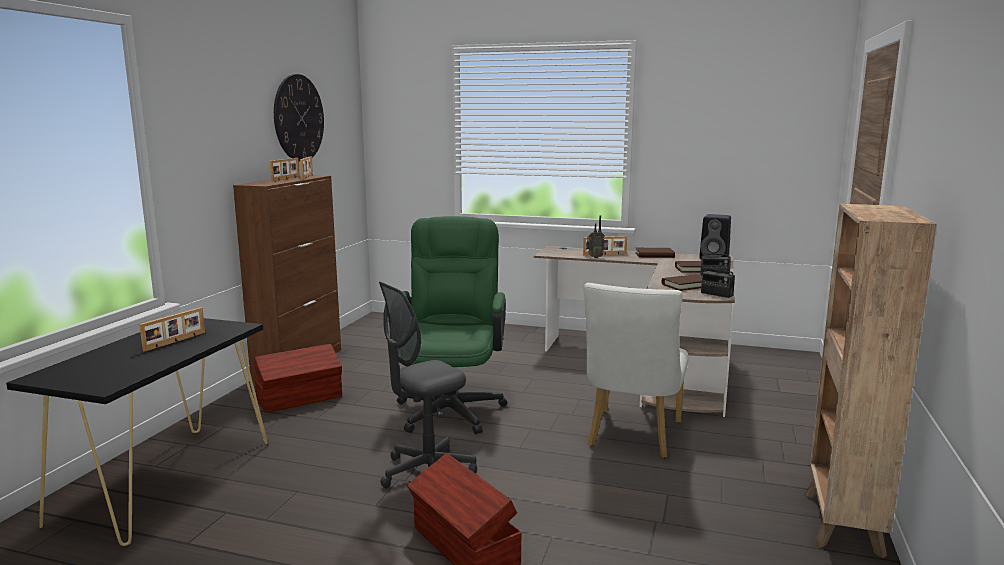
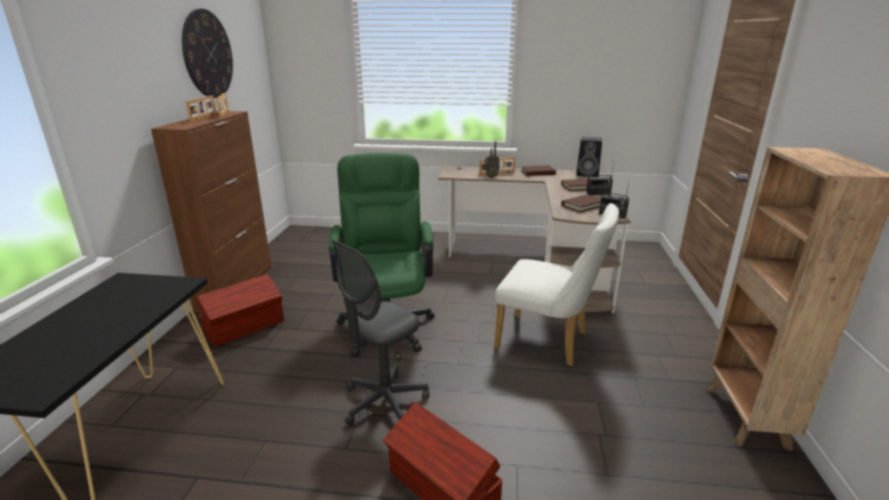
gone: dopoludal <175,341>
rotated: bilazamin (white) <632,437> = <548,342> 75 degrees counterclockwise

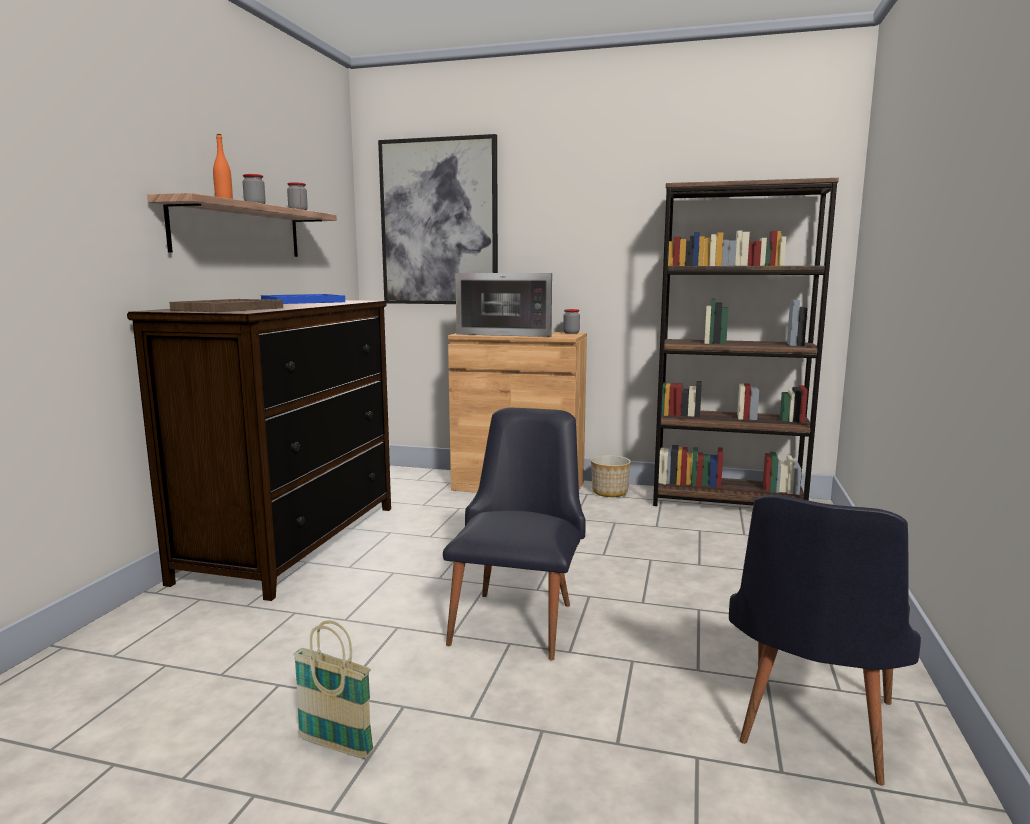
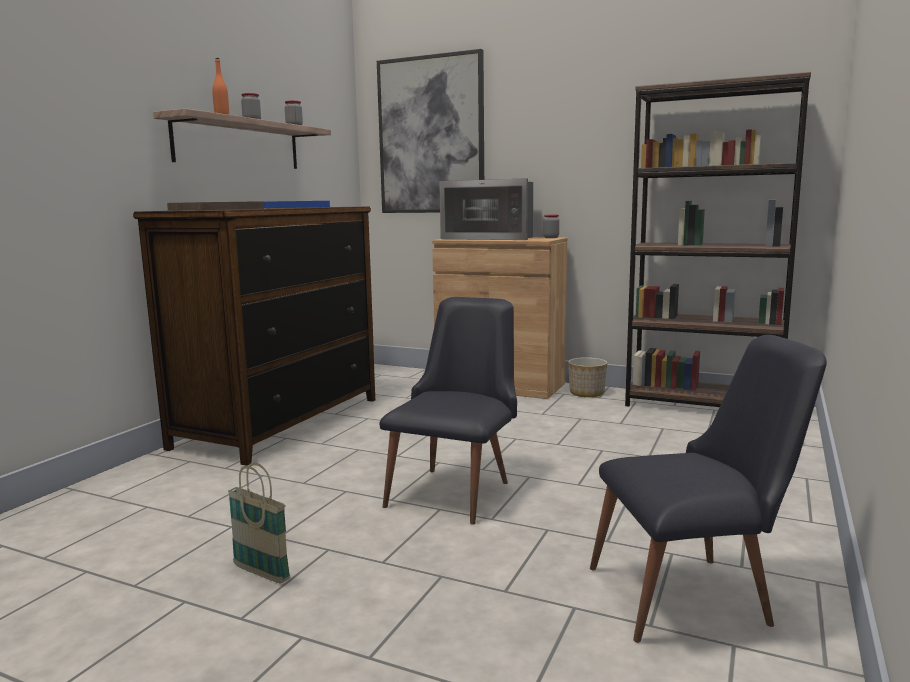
rotated: bilazamin (black) <810,730> = <695,596> 135 degrees counterclockwise

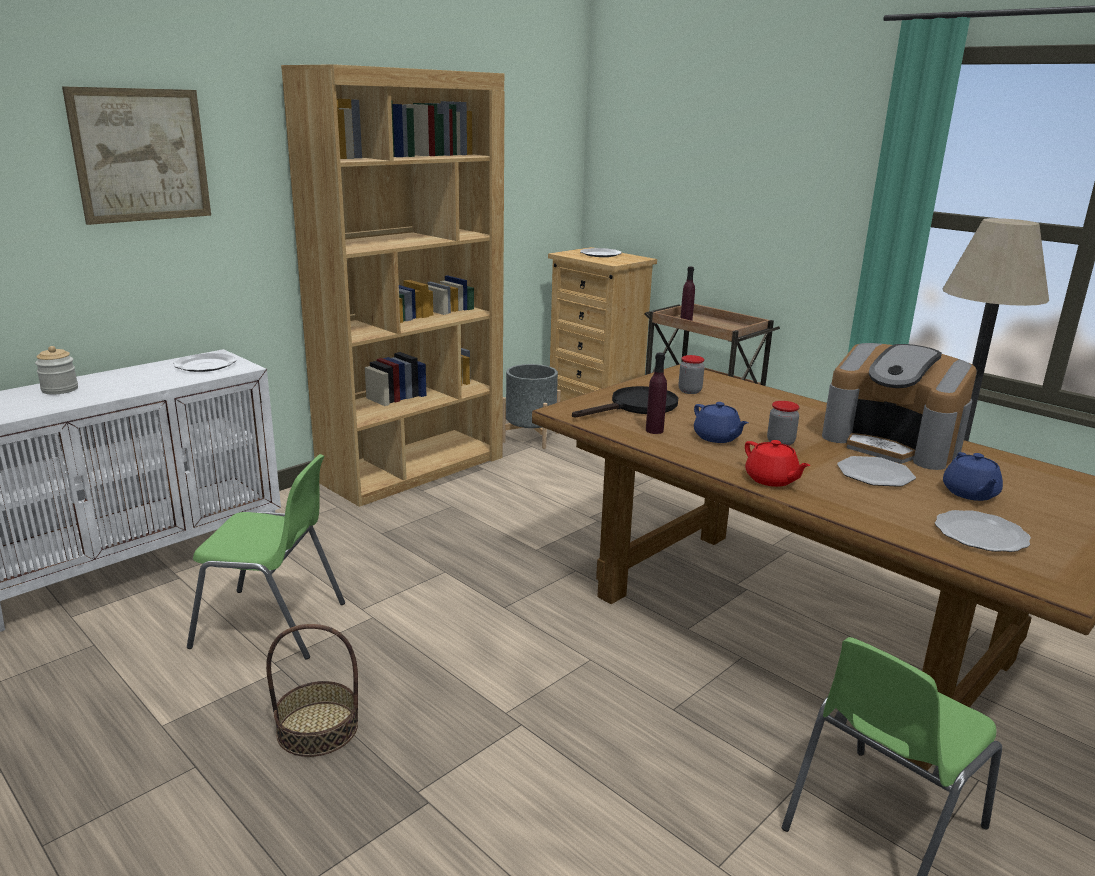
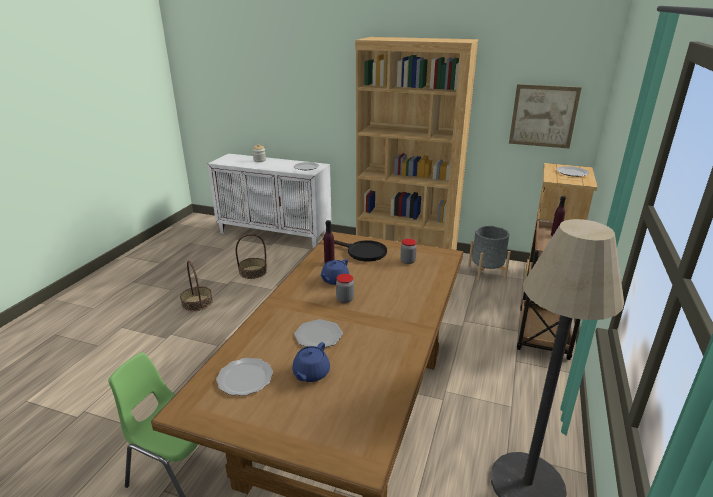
gone: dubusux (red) <771,480>; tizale <892,443>
shifted: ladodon <141,155> to <543,116>
swapped: bilazamin (green) <272,625> to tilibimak <253,272>
rotated: dubusux (blue) <970,493> = <310,373> 45 degrees counterclockwise

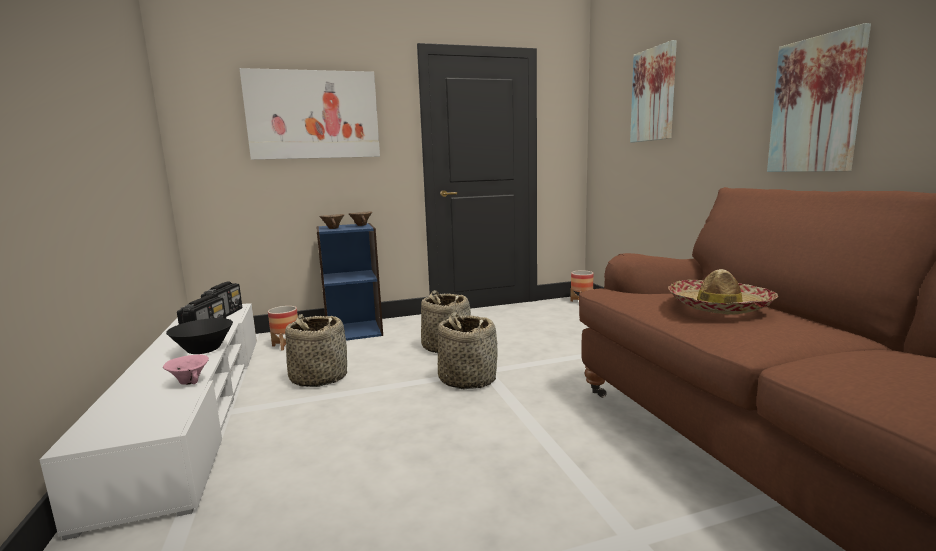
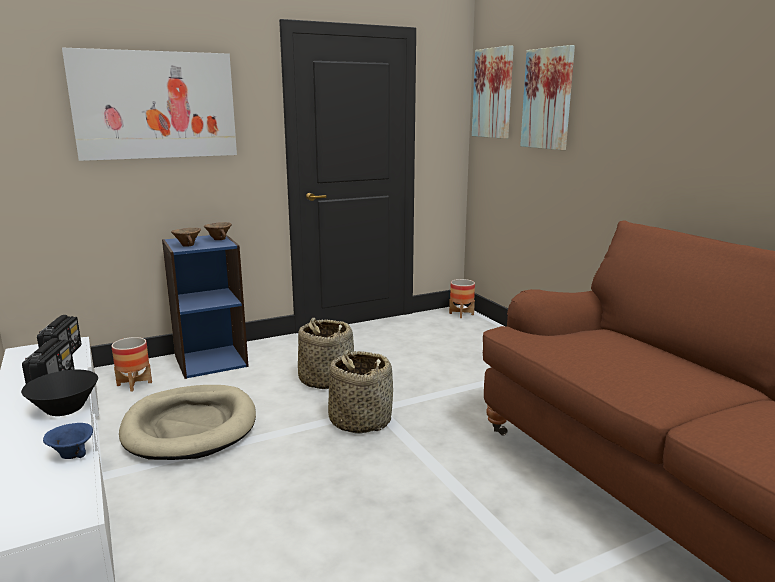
gone: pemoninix <719,306>
shifted: ladodon <816,105> to <493,93>
swapped: tilibimak <318,378> to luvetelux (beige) <190,426>
repainted: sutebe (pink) <189,382> to sutebe (blue) <71,455>

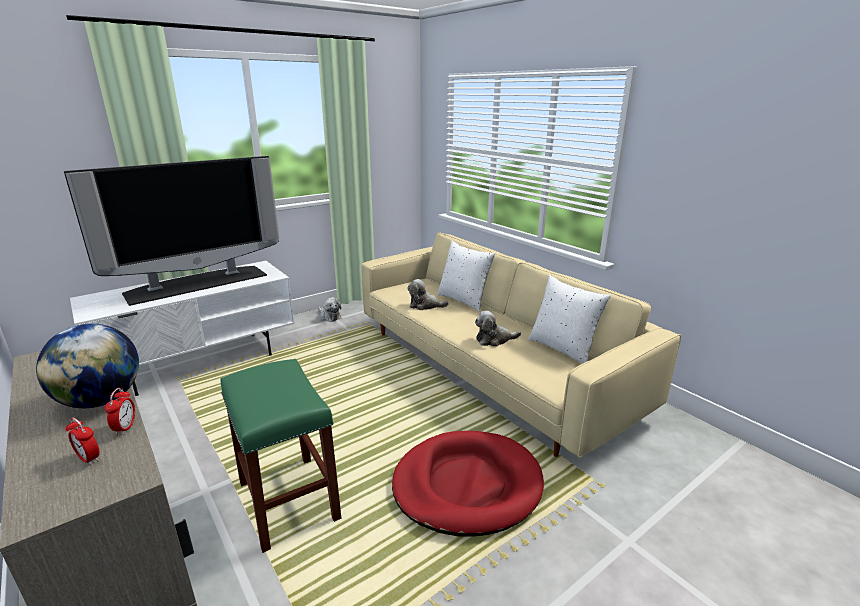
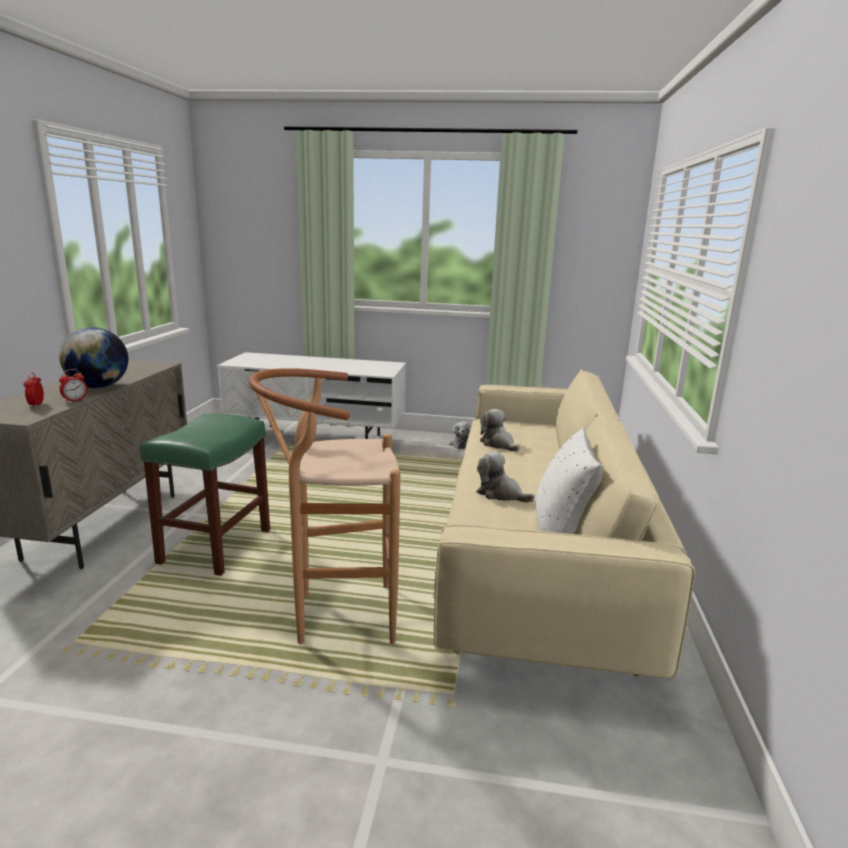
gone: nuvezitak <197,283>; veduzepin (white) <463,300>
swapped: luvetelux (red) <467,485> to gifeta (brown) <334,616>

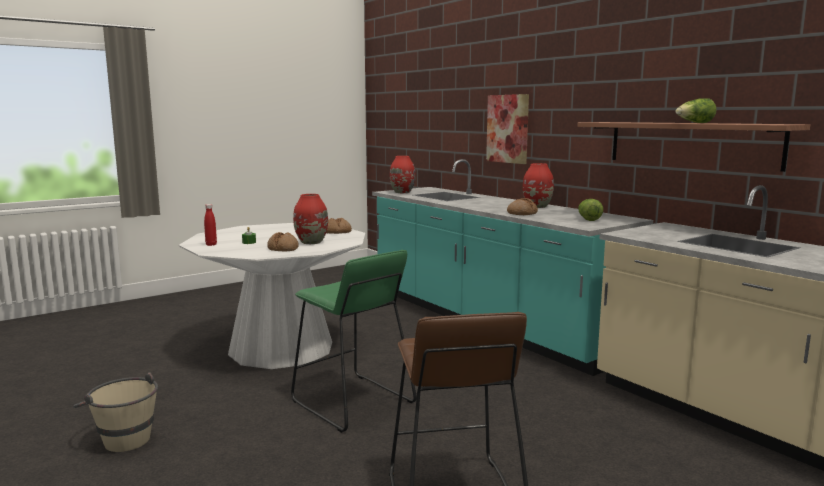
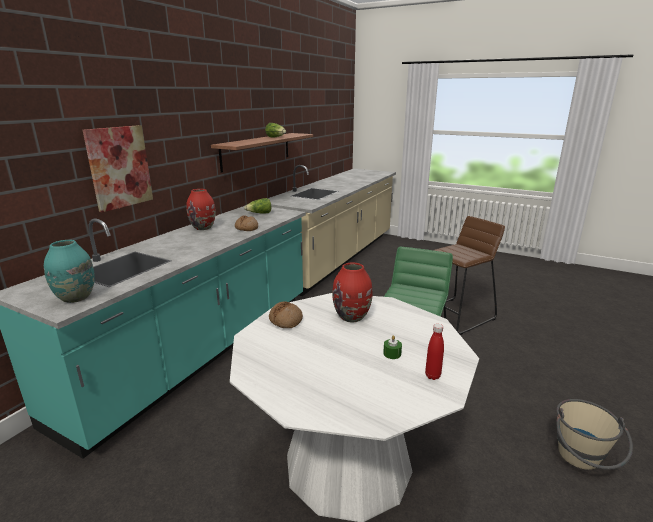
gone: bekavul <283,248>
repainted: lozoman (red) <402,192> to lozoman (turquoise) <75,298>

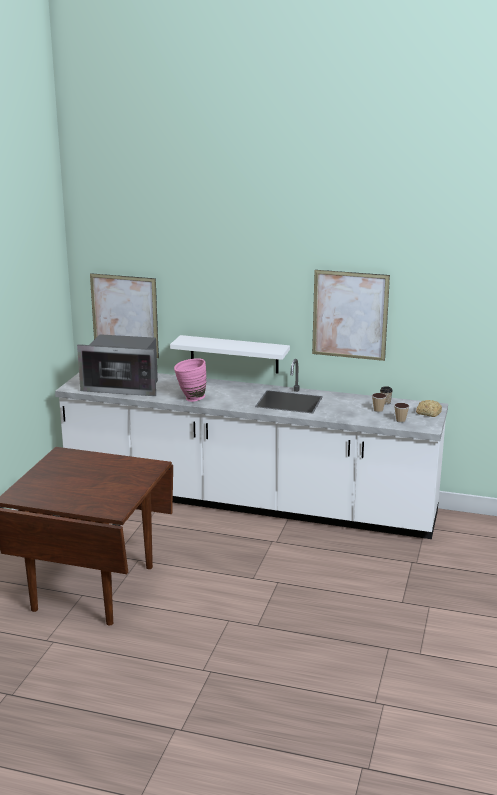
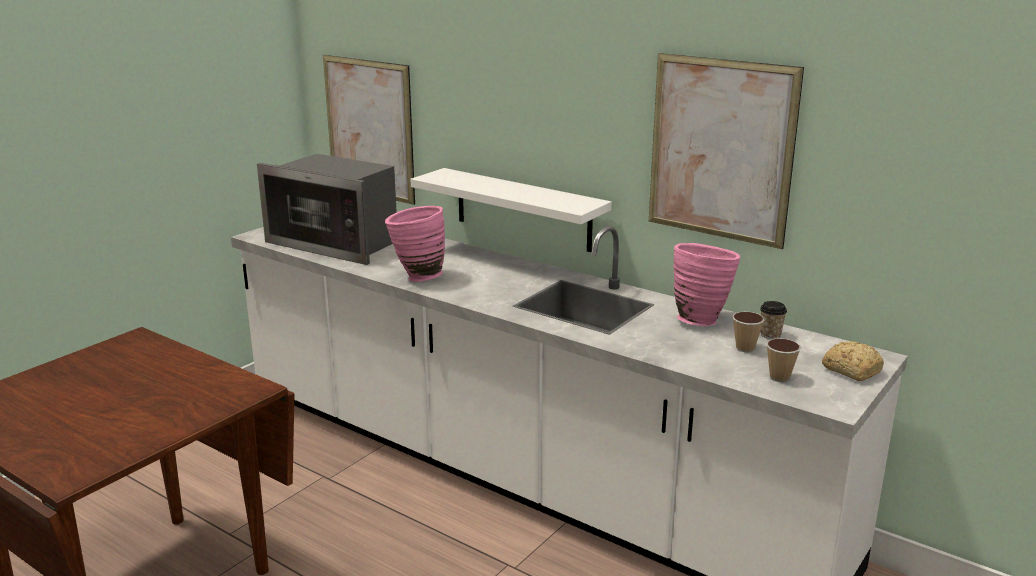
new: lozoman (pink) <700,319>

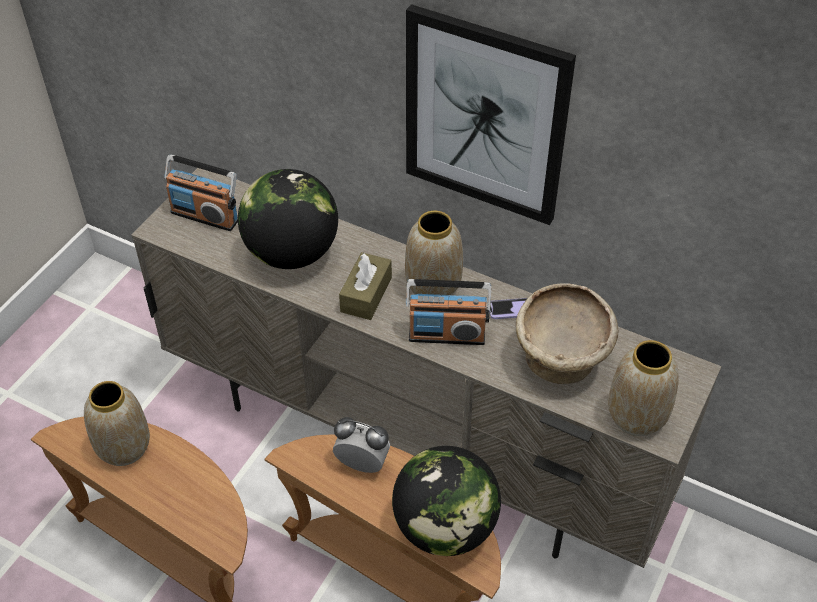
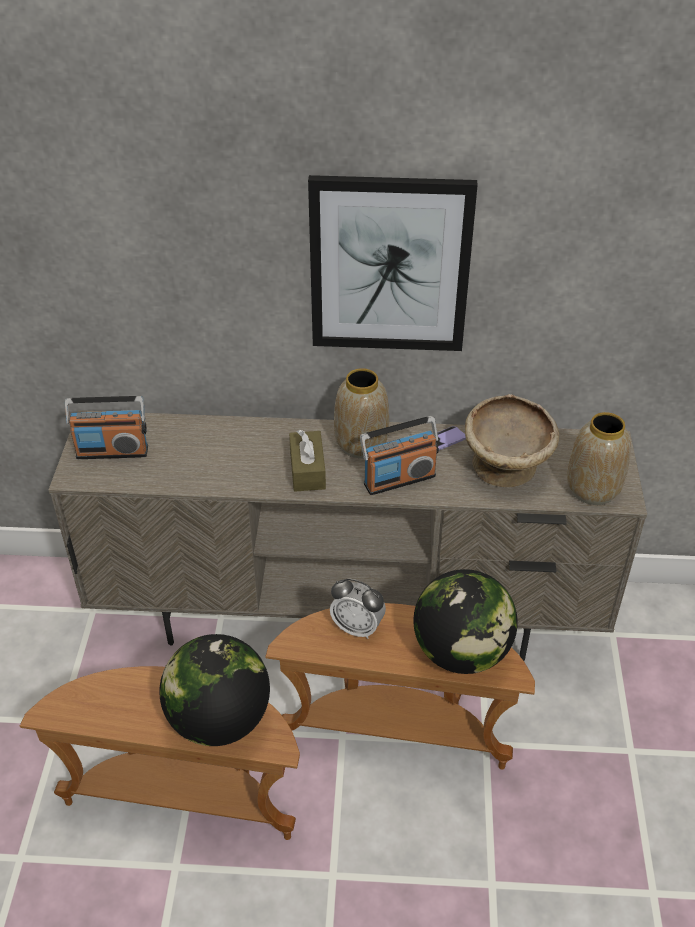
gone: lozoman <123,448>
shifted: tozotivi <292,253> to <219,720>
rotated: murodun <362,464> = <357,627> 150 degrees counterclockwise

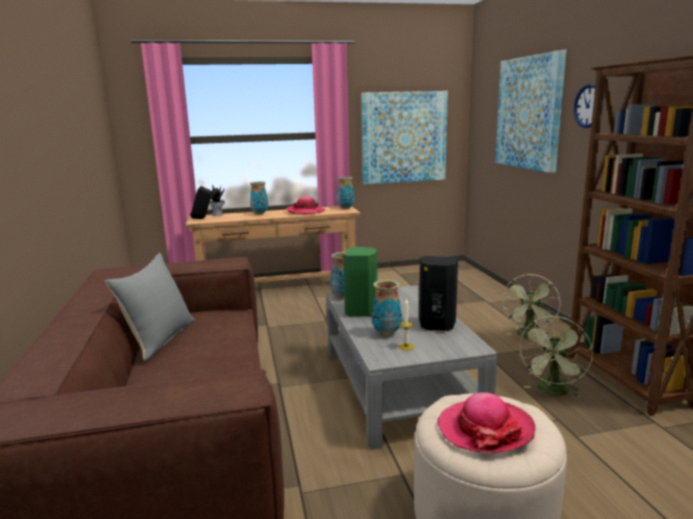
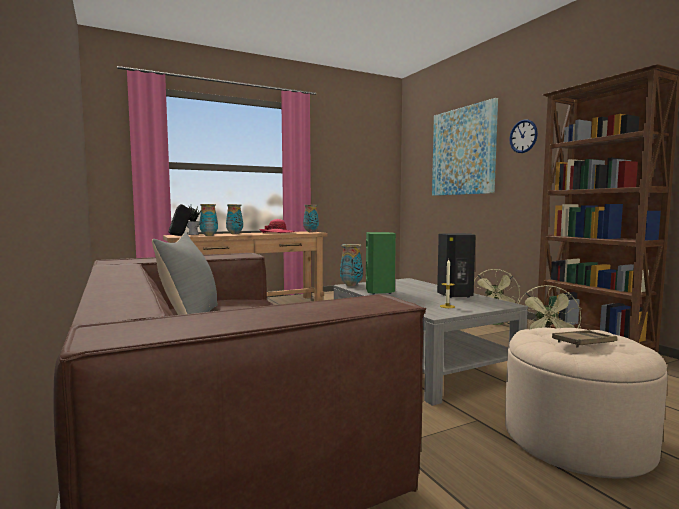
gone: ladodon <404,137>
shifted: lozoman <386,333> to <208,235>
swapped: pemoninix <485,428> to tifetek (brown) <584,343>

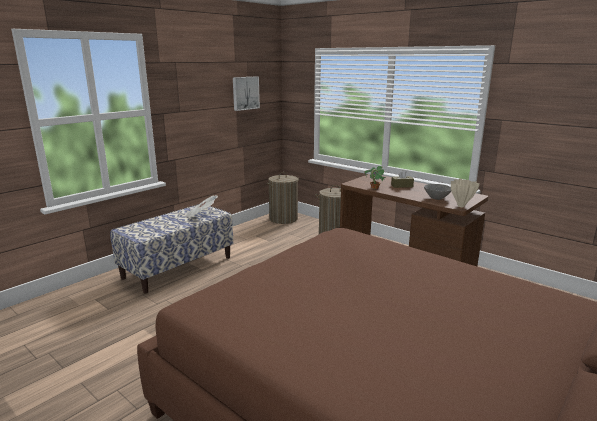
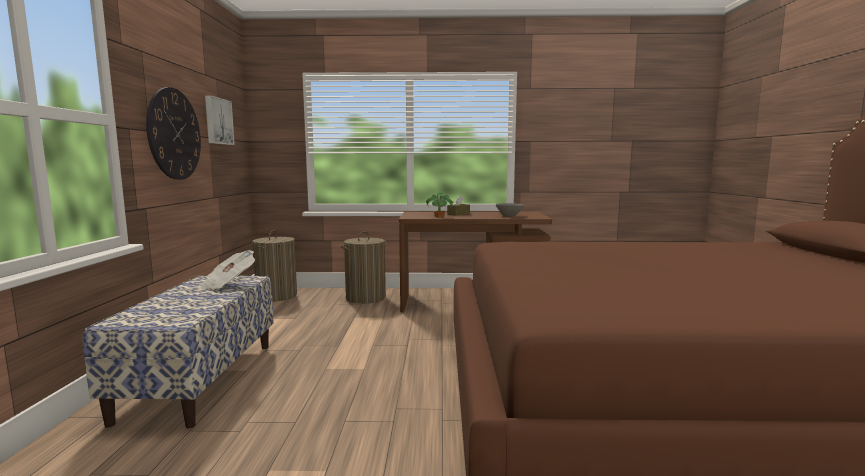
gone: lozoman (beige) <461,206>
new: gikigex <174,134>

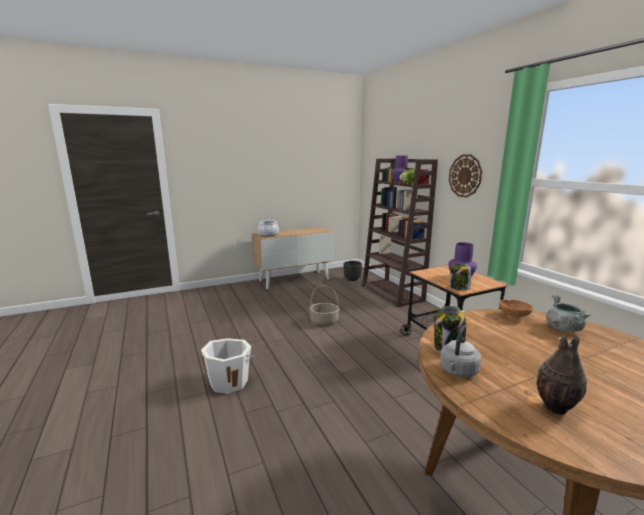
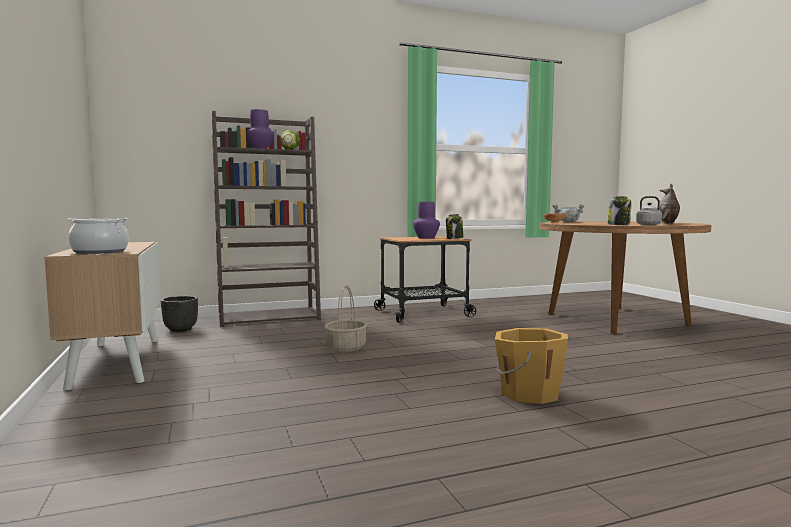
gone: gikigex <465,176>
repainted: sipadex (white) <229,381> to sipadex (orange) <528,393>

